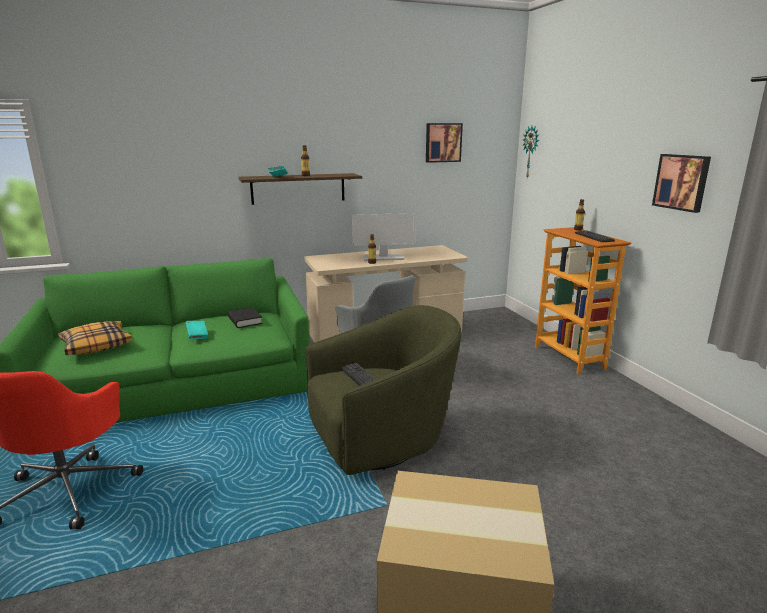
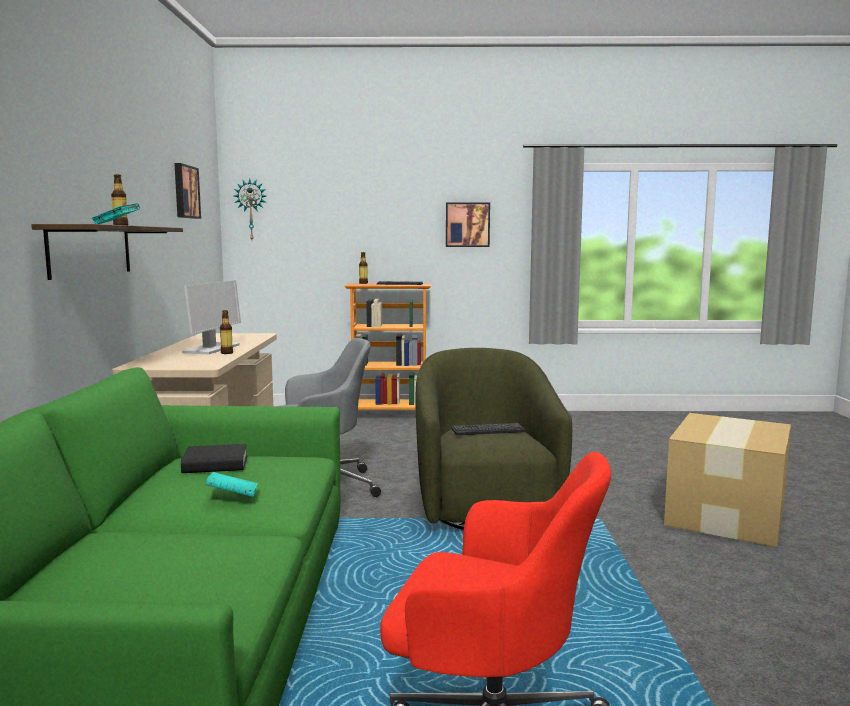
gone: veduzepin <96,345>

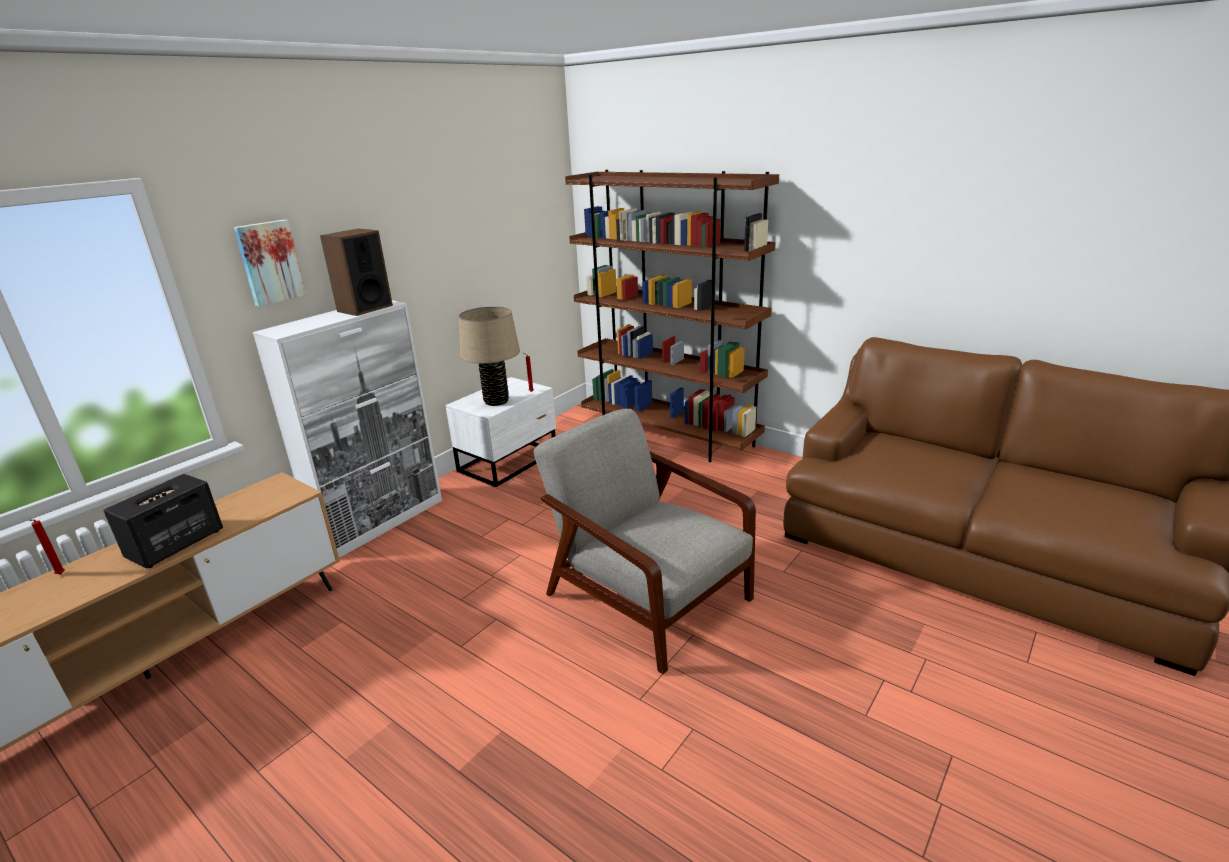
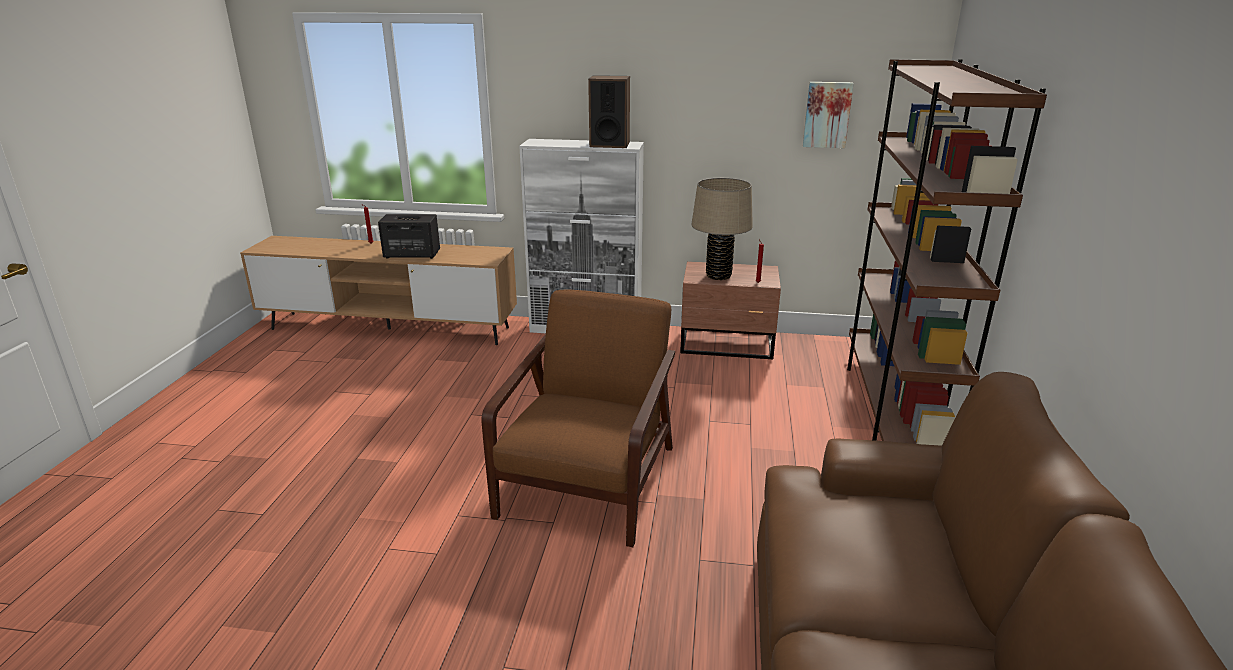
shifted: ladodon <269,262> to <827,114>
repainted: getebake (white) <510,461> to getebake (brown) <728,344>; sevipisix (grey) <645,595> to sevipisix (brown) <589,479>

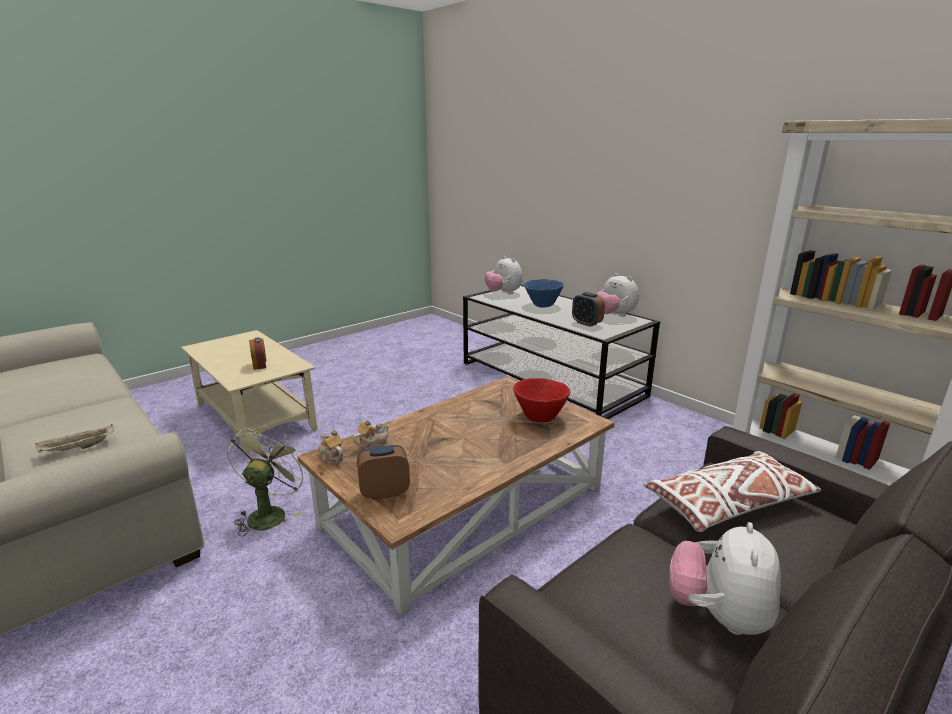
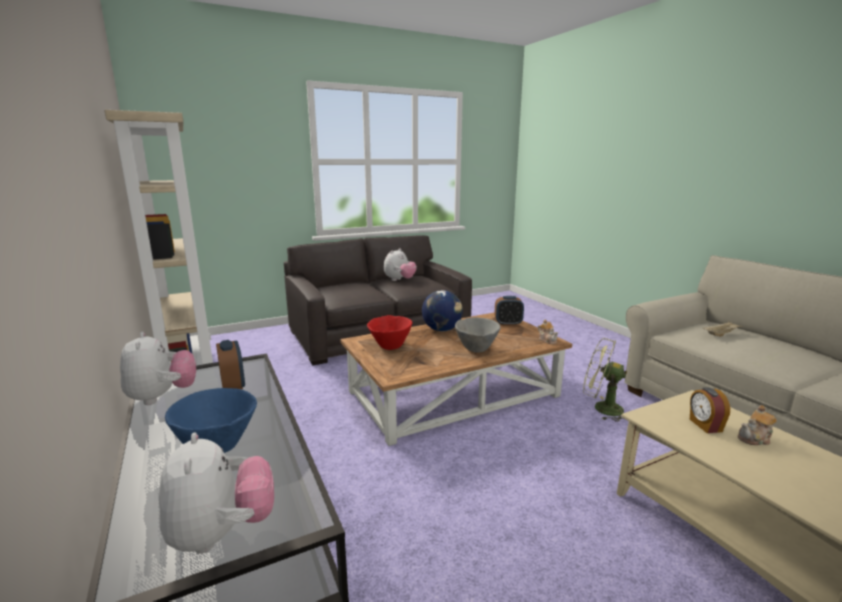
gone: veduzepin (white) <729,504>
new: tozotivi <442,330>; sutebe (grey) <476,349>
shifted: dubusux <372,444> to <755,439>
rotated: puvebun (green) <270,513> = <601,408> 90 degrees clockwise

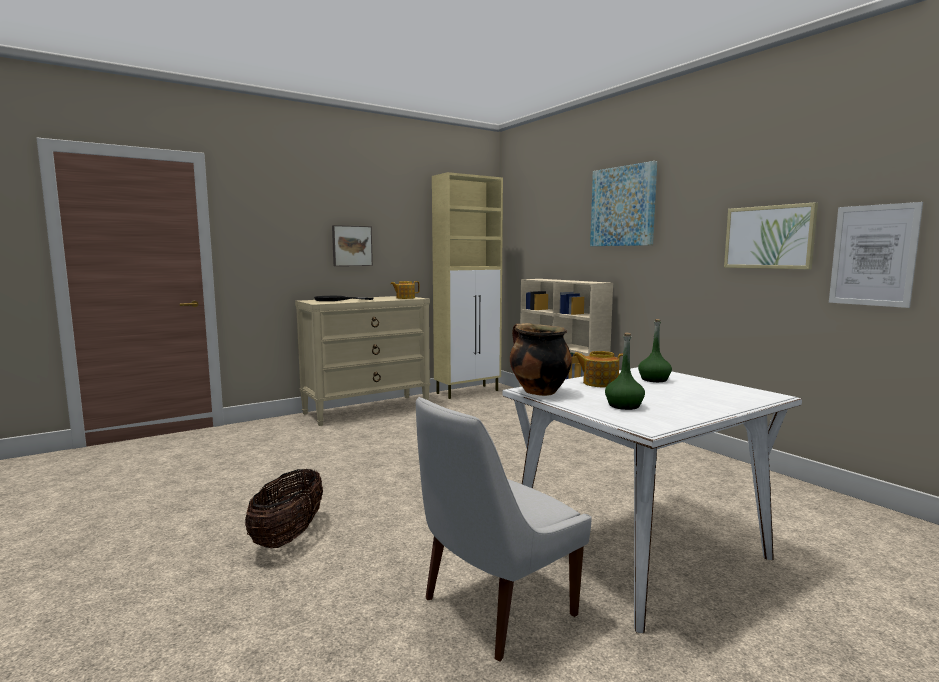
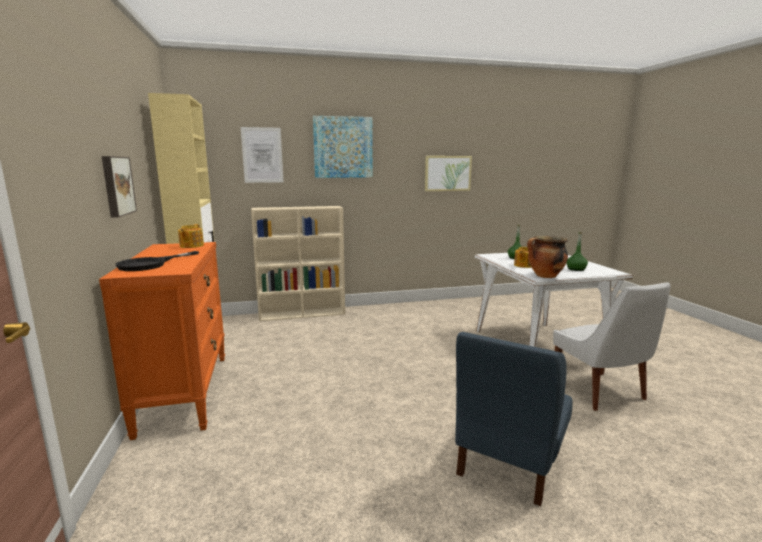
shifted: ladodon <873,255> to <262,155>
swapped: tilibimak <288,536> to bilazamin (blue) <508,462>
repainted: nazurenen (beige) <367,410> to nazurenen (orange) <184,392>

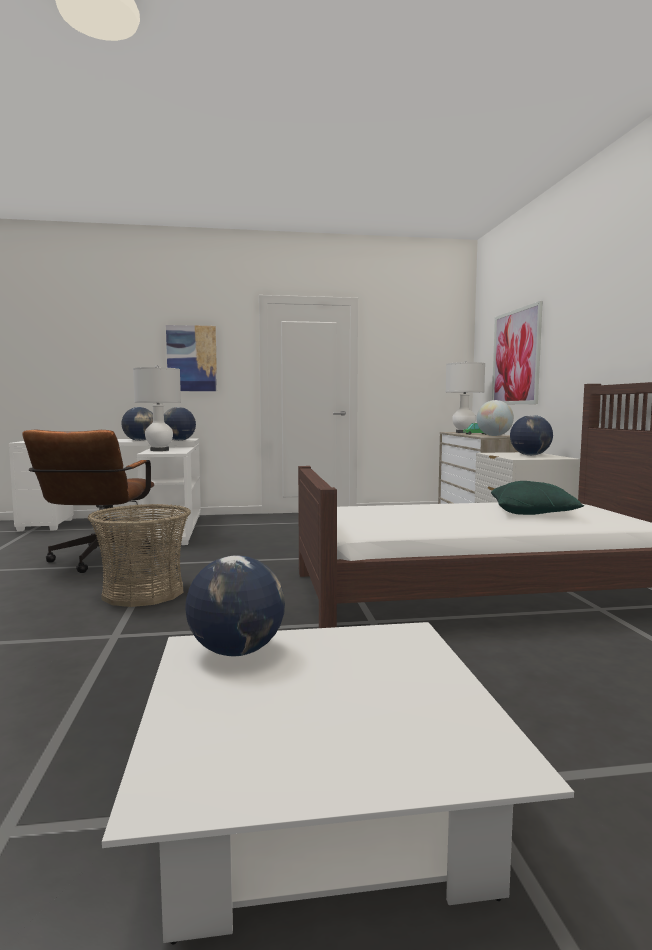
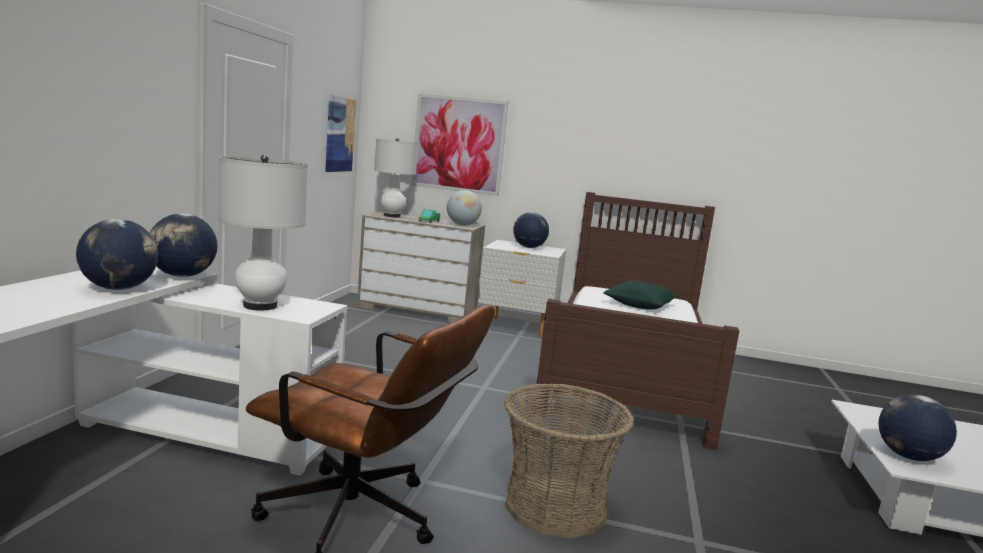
shifted: ladodon <191,358> to <339,134>

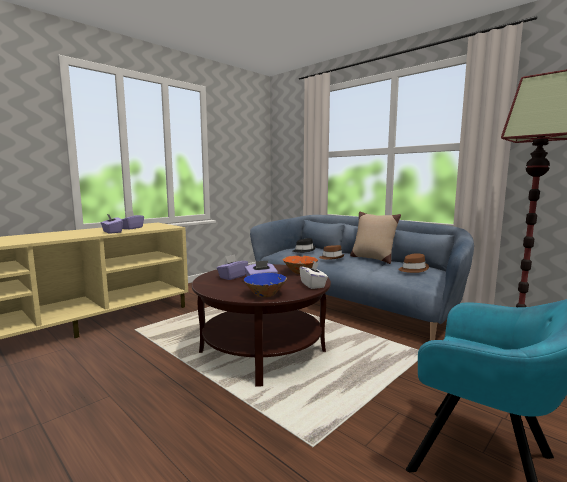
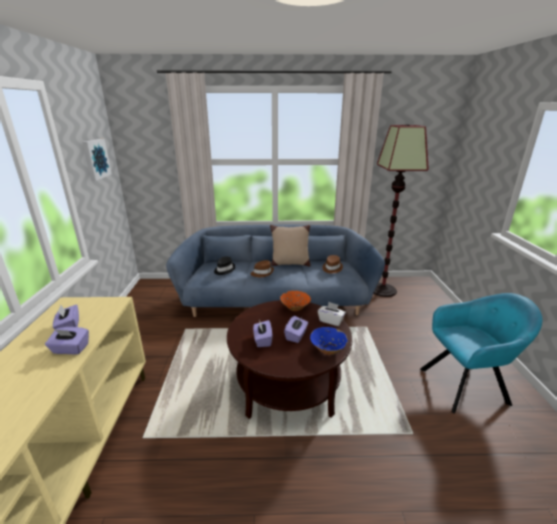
new: ladodon <95,159>

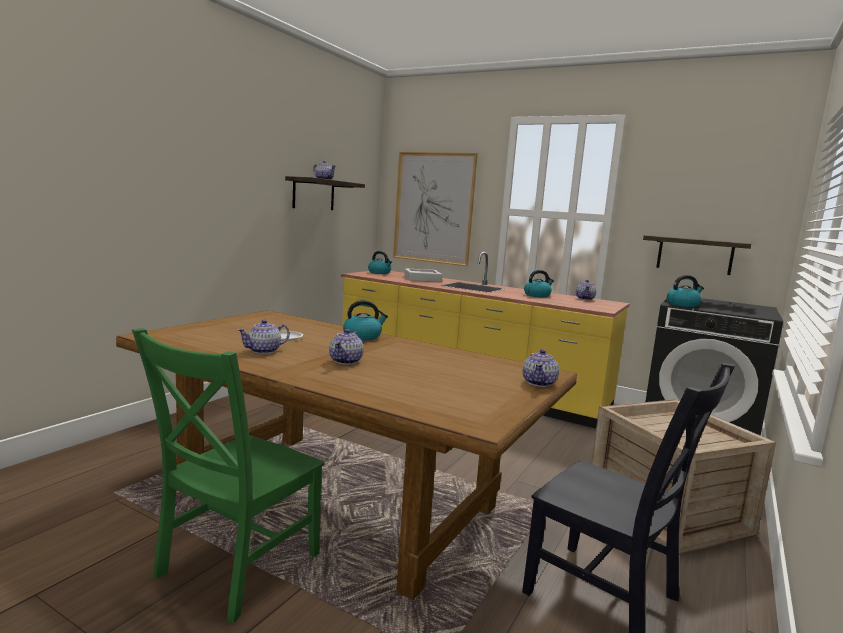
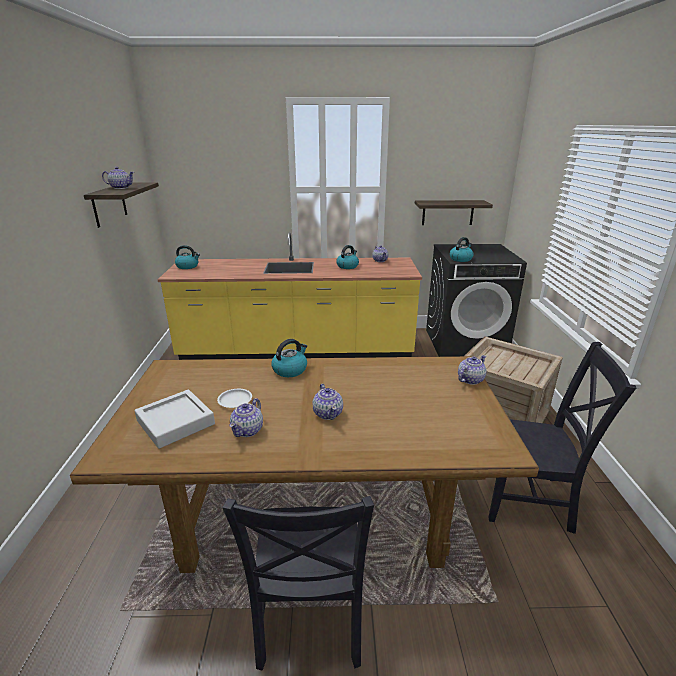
gone: ladodon <433,208>
shifted: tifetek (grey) <422,279> to <175,422>
repainted: bilazamin (green) <233,568> to bilazamin (black) <309,619>
rotated: dubusux <539,383> = <470,380> 120 degrees counterclockwise

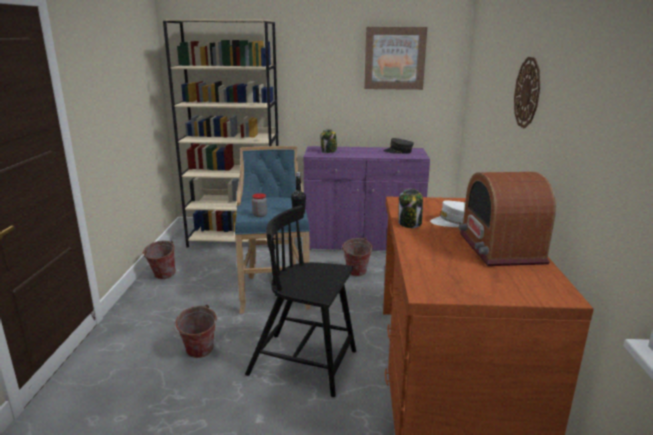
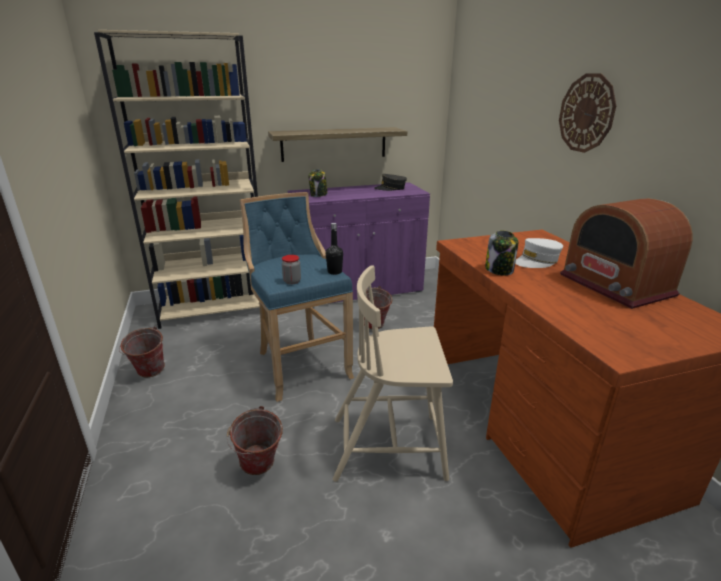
gone: ladodon <394,58>
new: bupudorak <334,144>
repainted: bilazamin (black) <304,363> to bilazamin (beige) <390,447>

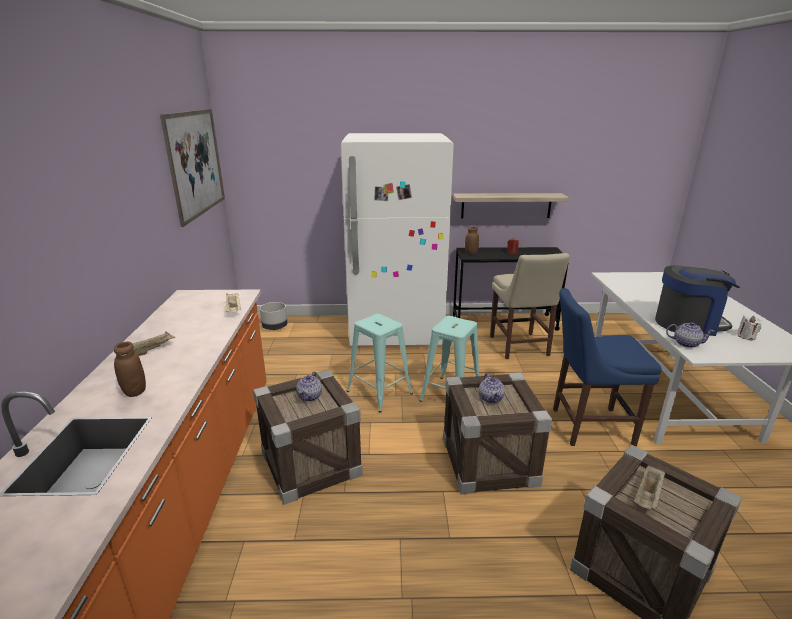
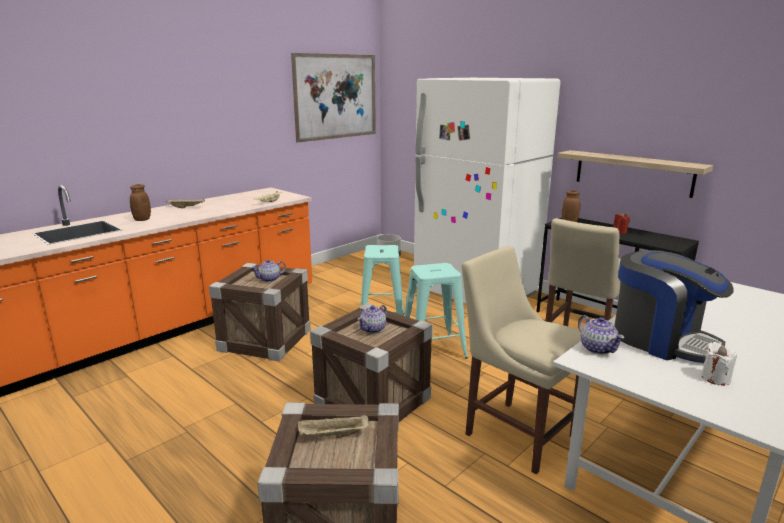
repainted: bilazamin (blue) <587,426> to bilazamin (beige) <516,432>

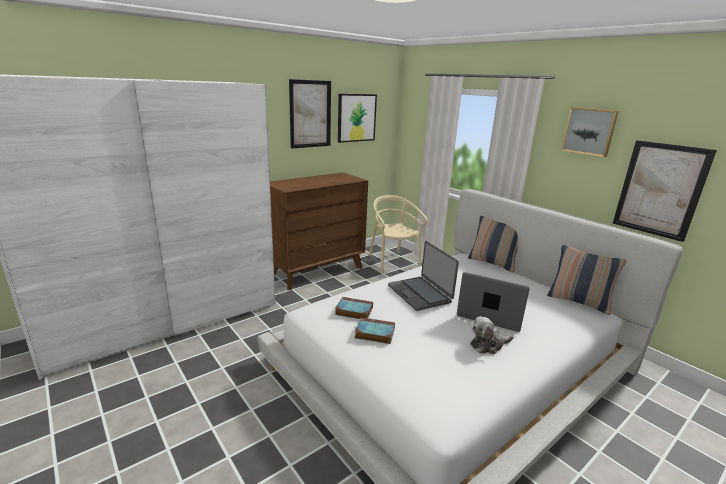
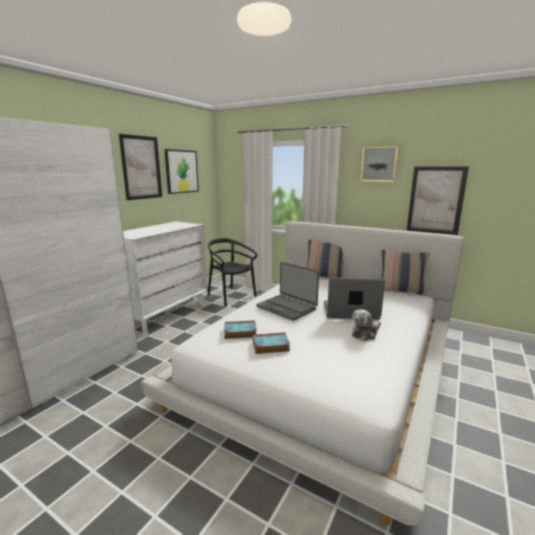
repainted: nazurenen (brown) <317,271> to nazurenen (white) <165,315>; bilazamin (beige) <392,262> to bilazamin (black) <230,296>

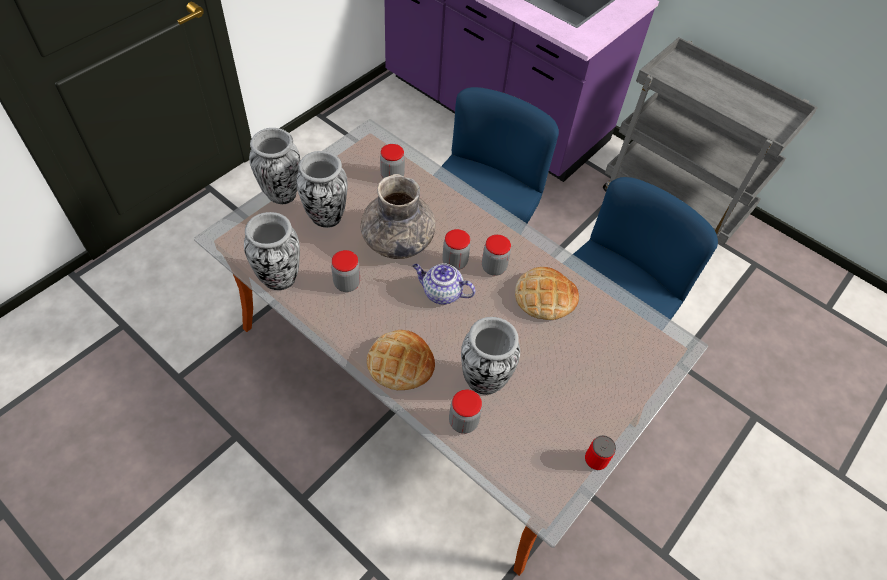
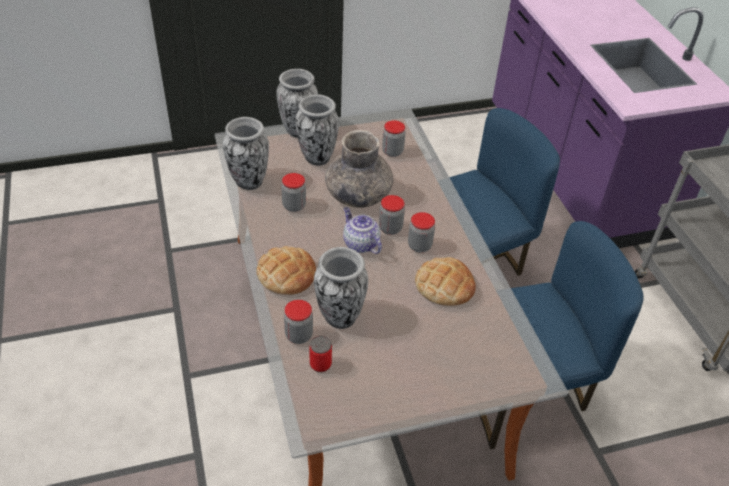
shifted: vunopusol <595,460> to <320,364>

